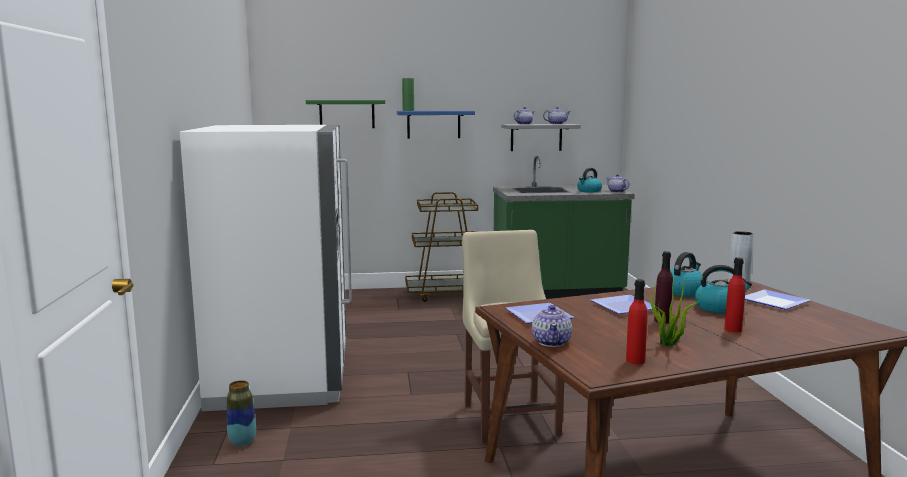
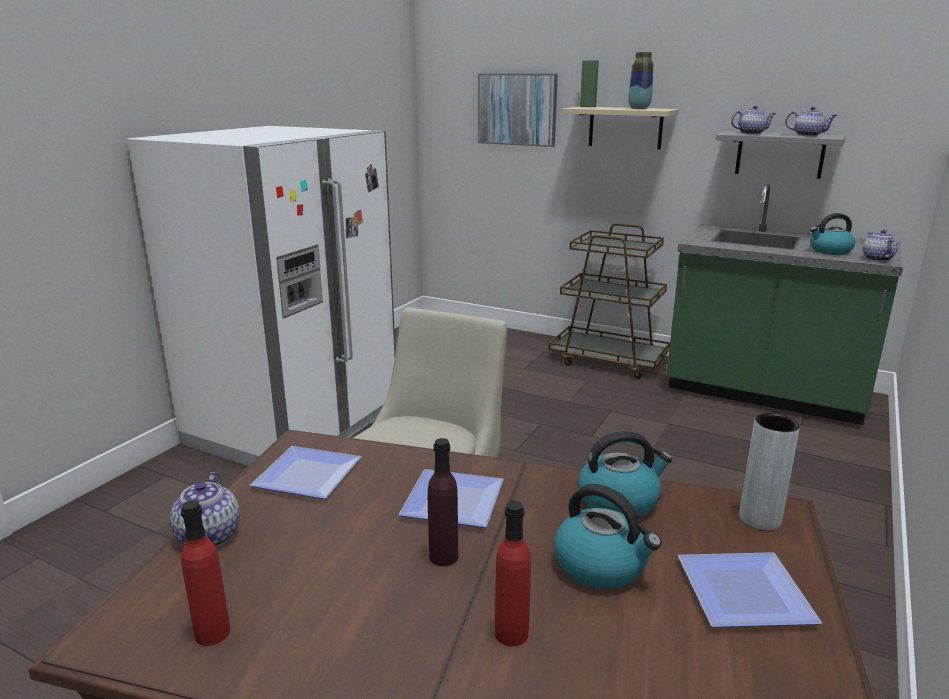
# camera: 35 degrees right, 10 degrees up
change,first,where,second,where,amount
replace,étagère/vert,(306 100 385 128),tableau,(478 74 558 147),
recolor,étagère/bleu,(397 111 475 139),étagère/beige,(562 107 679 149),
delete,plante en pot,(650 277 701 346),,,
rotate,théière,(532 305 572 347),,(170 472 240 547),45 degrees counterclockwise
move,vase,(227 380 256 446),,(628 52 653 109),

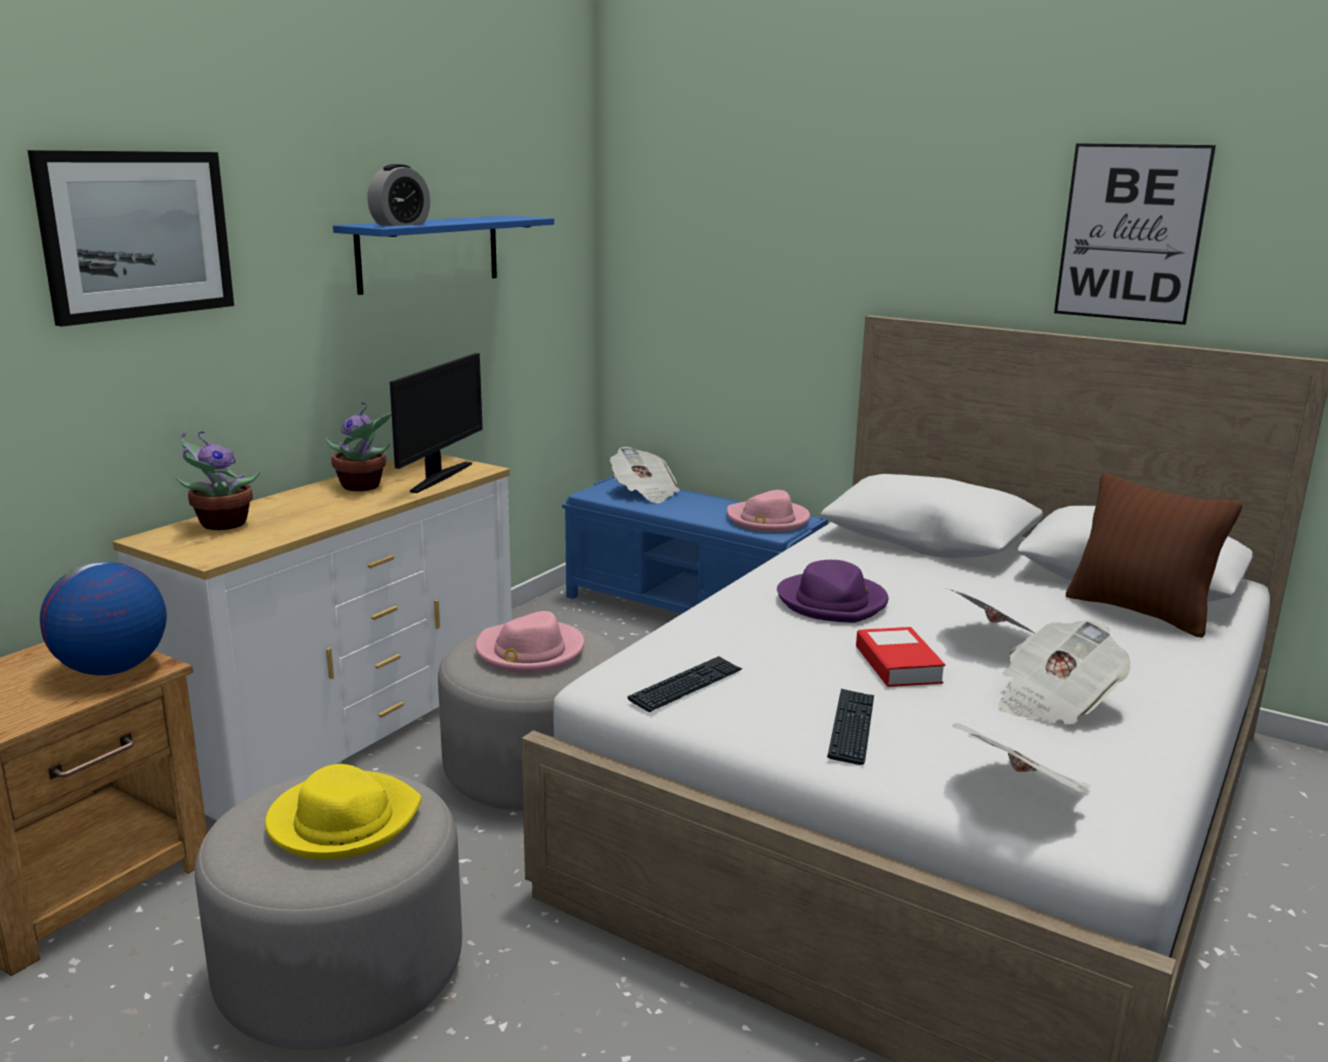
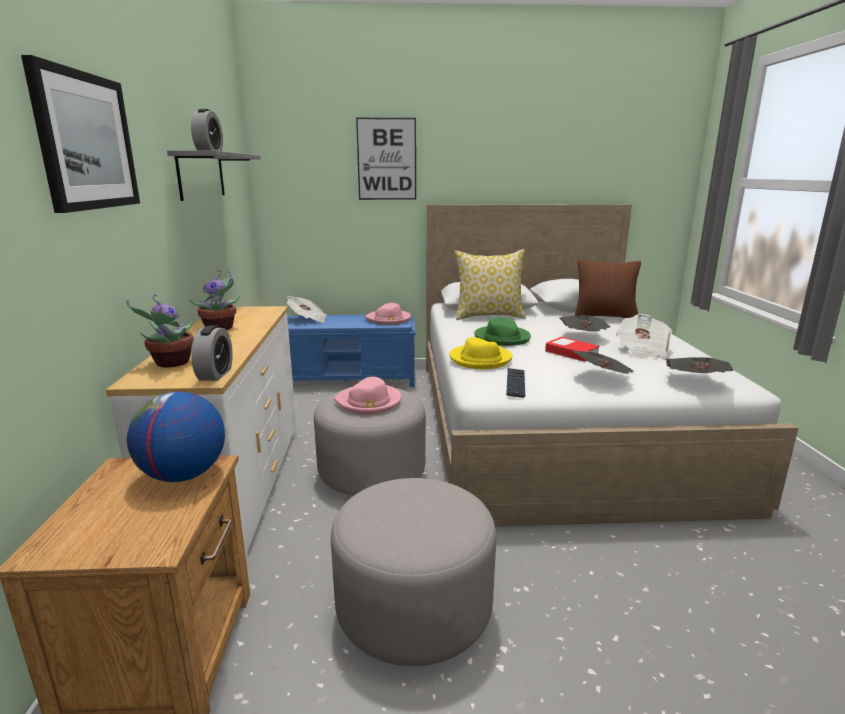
# camera: 35 degrees left, 0 degrees up
change,first,where,second,where,amount
move,tableau,(1054 143 1216 325),,(356 118 416 200),
recolor,étagère/bleu,(333 215 554 295),étagère/gris,(167 150 261 201),
delete,écran d'ordinateur,(390 353 483 493),,,
recolor,chapeau/violet,(777 560 888 623),chapeau/vert,(474 317 531 346),
replace,clavier,(827 689 874 765),journal,(572 351 633 374),
move,chapeau/jaune,(265 764 422 860),,(449 337 512 369),
insert,,,coussin,(454 249 526 320),
insert,,,réveil,(191 325 233 381),

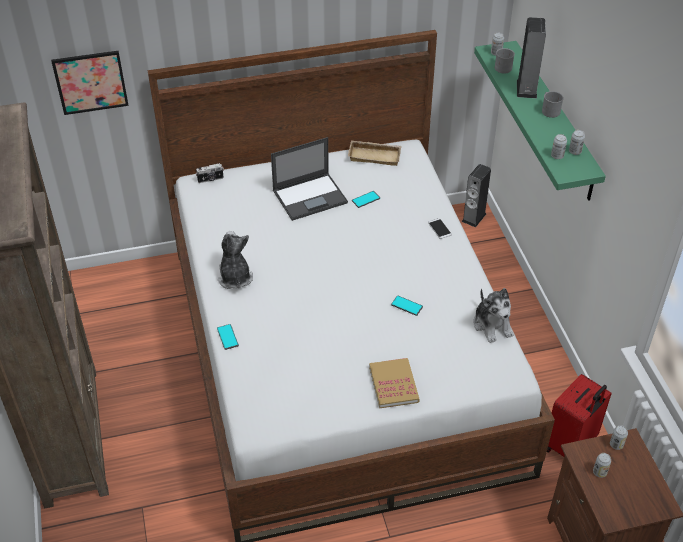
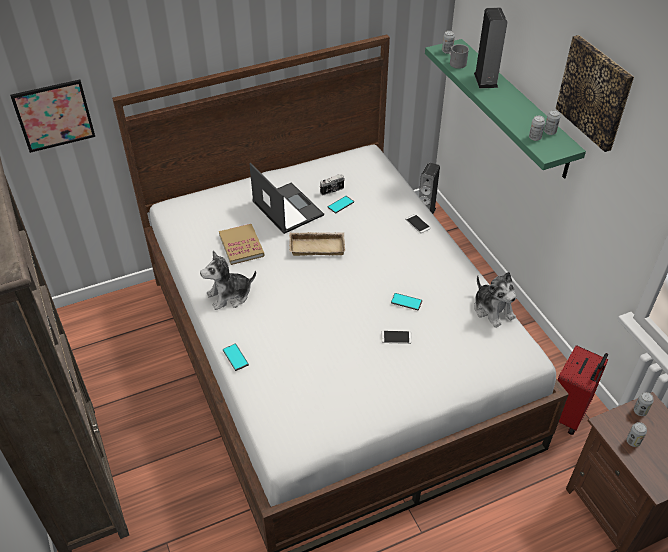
# camera: 10 degrees left, 0 degrees up
change,first,where,second,where,amount
delete,mug/gris,(542 91 564 118),,,
rotate,ordinateur portable,(271 137 348 221),,(249 163 324 234),90 degrees counterclockwise
move,plateau/beige,(348 140 401 166),,(289 232 345 256),
move,appareil photo,(196 163 224 183),,(320 174 344 196),
rotate,peluche,(218 231 253 289),,(200 251 256 310),90 degrees counterclockwise
move,livre,(369 358 420 409),,(219 224 265 265),
insert,,,tableau,(556 35 634 152),
insert,,,téléphone,(381 331 412 344),

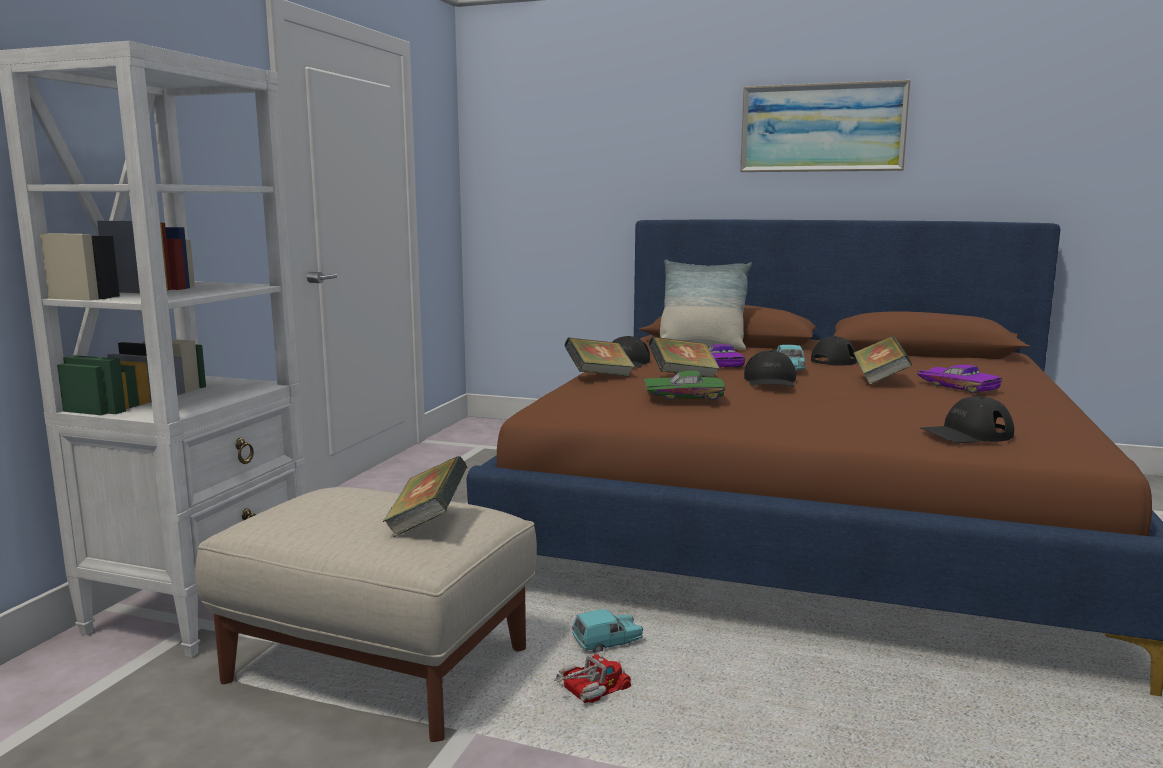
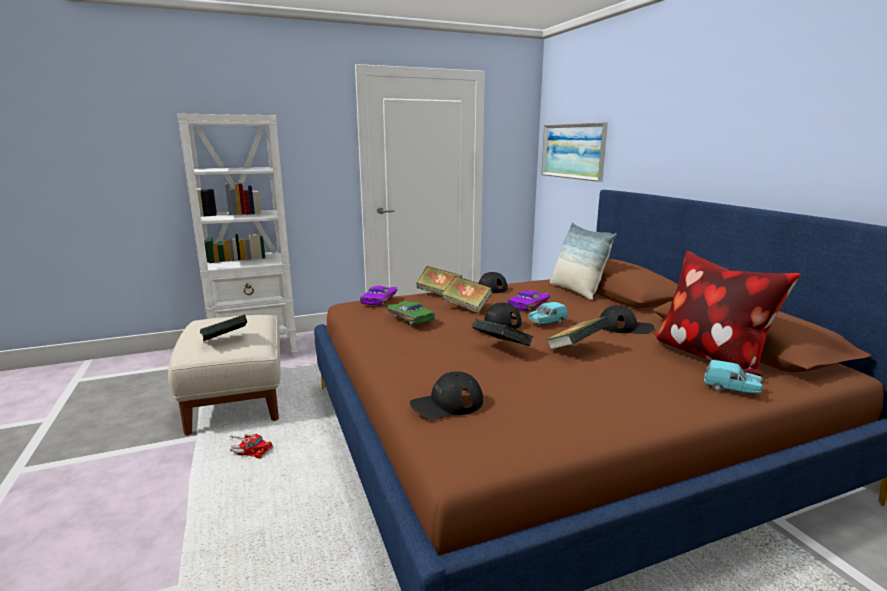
# camera: 50 degrees right, 5 degrees up
change,first,where,second,where,amount
move,tableau,(740 80 911 172),,(541 122 608 182),
move,petite voiture/violet,(916 365 1002 393),,(360 285 398 306),
rotate,casquette/noir,(920 396 1014 443),,(410 371 483 419),60 degrees counterclockwise
move,petite voiture/turquoise,(572 609 643 653),,(704 360 763 394),
insert,,,coussin,(654 251 801 376),
insert,,,livre,(473 319 533 346),

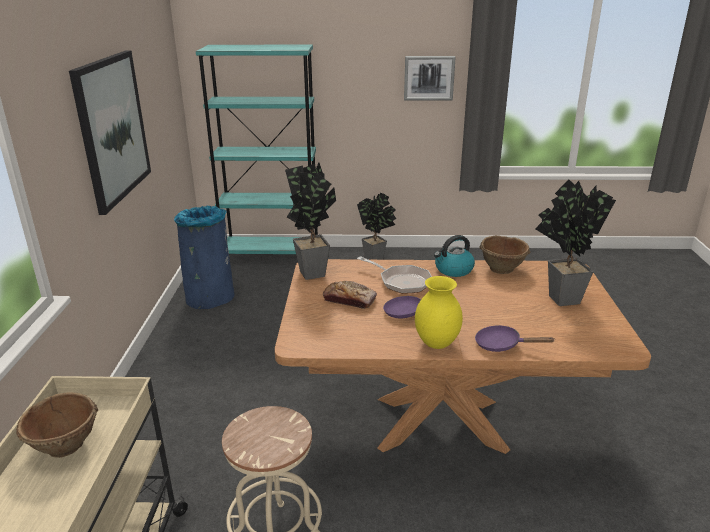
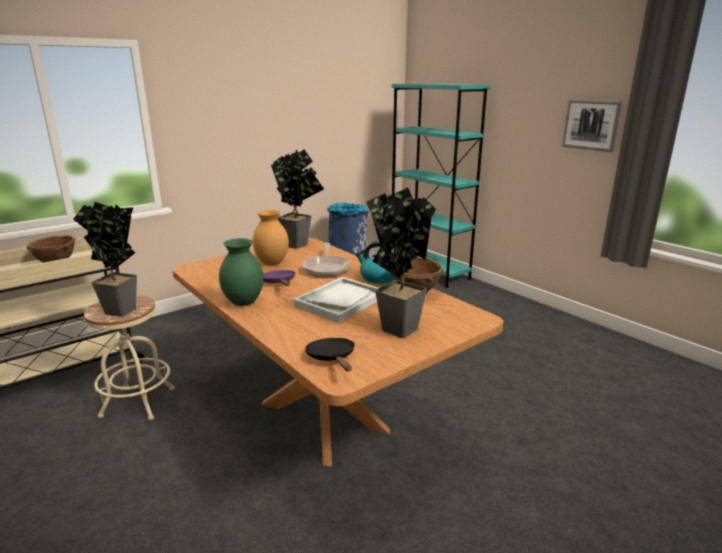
# camera: 50 degrees right, 5 degrees down
change,first,where,second,where,amount
delete,tableau,(69 50 151 215),,,
move,plante en pot,(357 193 396 260),,(73 202 137 317),
recolor,vase/jaune,(415 276 463 349),vase/vert,(219 238 263 306),
replace,pain,(323 281 377 309),vase/marron,(252 210 289 265),
delete,poêle/violet,(475 325 554 352),,,
insert,,,plateau/blanc,(293 277 378 322),
insert,,,poêle/noir,(305 338 355 371),

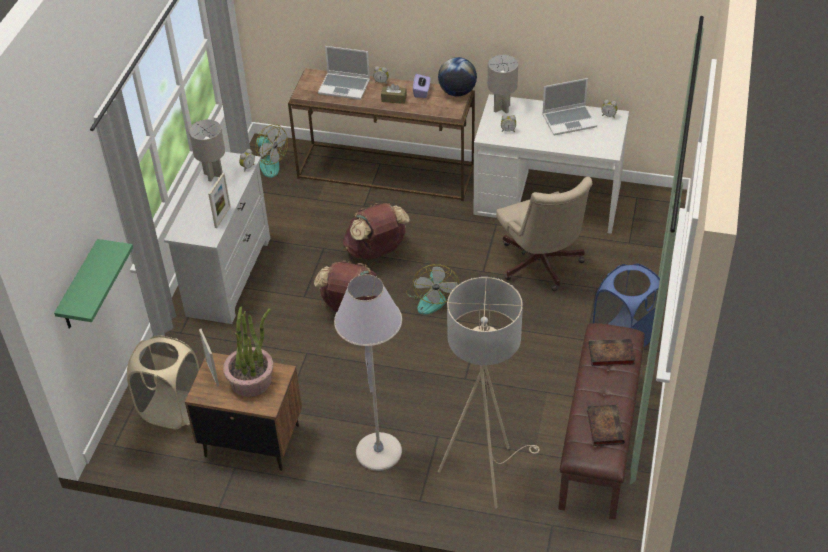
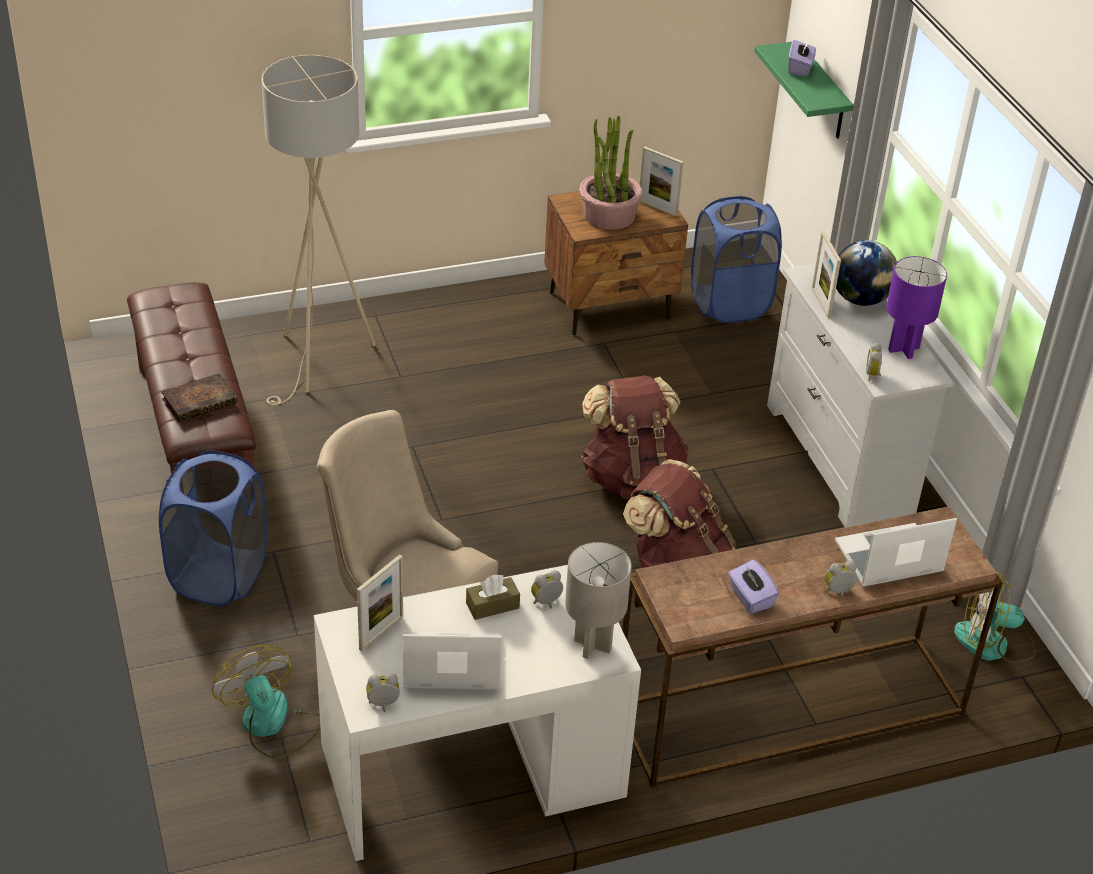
# camera: 145 degrees right, 5 degrees down
change,first,where,second,where,amount
move,globe,(438 57 477 96),,(836 240 897 306),
rotate,ordinateur portable,(542 78 597 135),,(403 632 502 690),45 degrees clockwise
move,boîte à mouchoirs/marron,(381 83 407 104),,(466 574 520 620),
recolor,lampe de table/gris,(189 119 225 182),lampe de table/violet,(886 256 947 359),
move,ventilateur,(406 264 459 315),,(212 645 320 758),
delete,lampadaire/gris,(334 274 402 471),,,
recolor,panier à linge/beige,(127 335 200 429),panier à linge/bleu,(691 196 782 323),
delete,livre,(587 405 624 446),,,
insert,,,boîte à mouchoirs/violet,(788 40 816 76),
insert,,,cadre photo,(357 554 403 651),

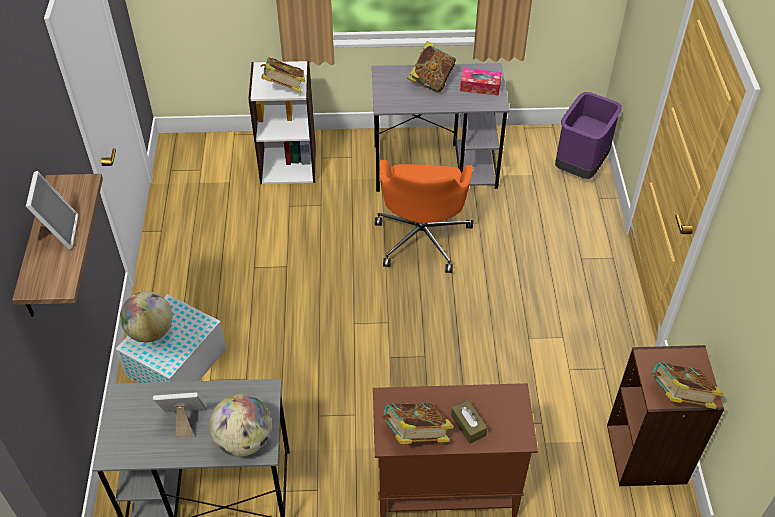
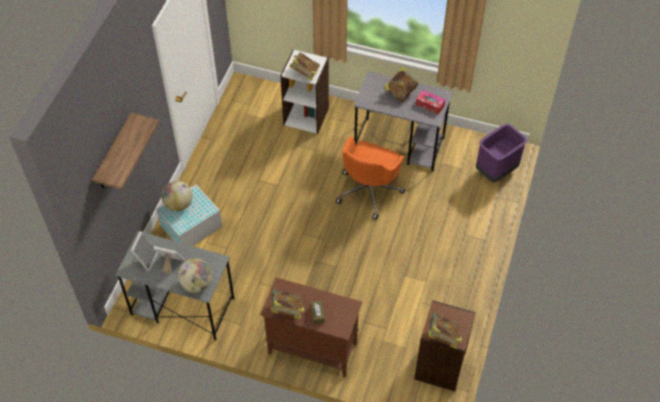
# camera: 20 degrees right, 5 degrees up
change,first,where,second,where,amount
move,cadre photo,(26 171 78 249),,(131 231 158 271),

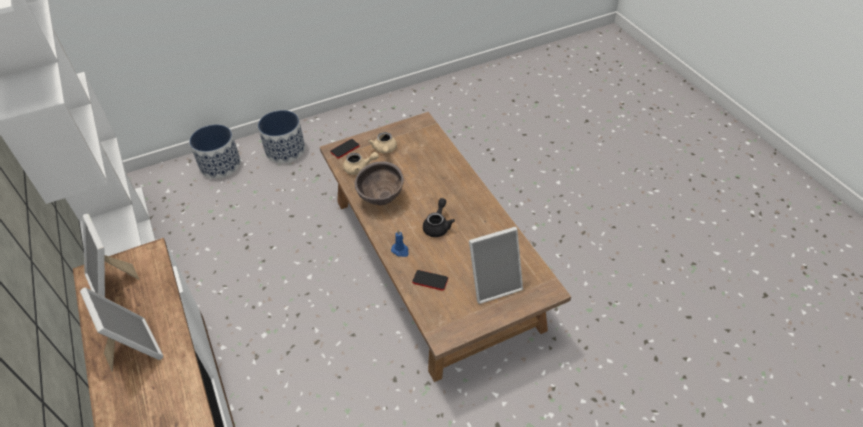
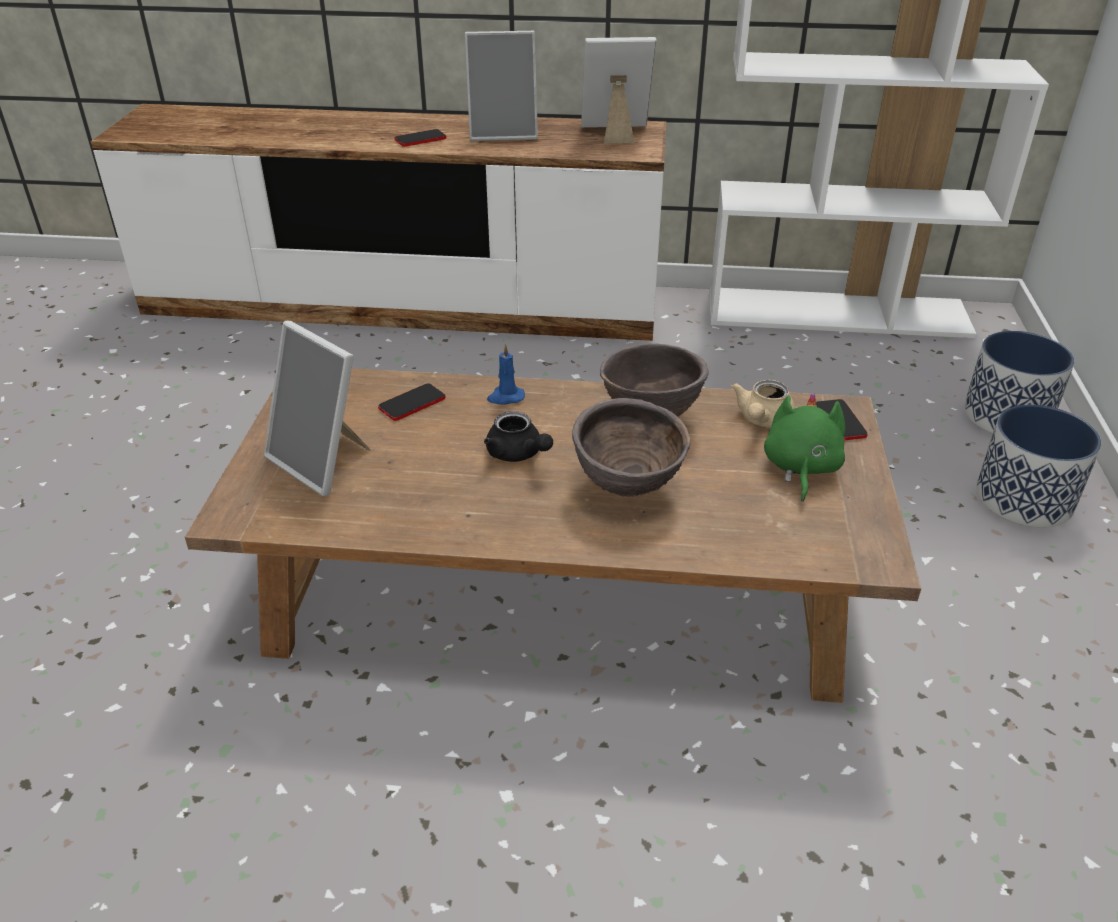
# camera: 120 degrees right, 10 degrees down
change,first,where,second,where,amount
replace,théière/beige,(368 132 397 153),peluche/vert,(764 393 845 502),
rotate,cadre photo,(469 227 523 304),,(264 321 371 496),60 degrees counterclockwise
insert,,,téléphone,(395 129 446 147),
insert,,,bol/marron,(572 398 691 497),

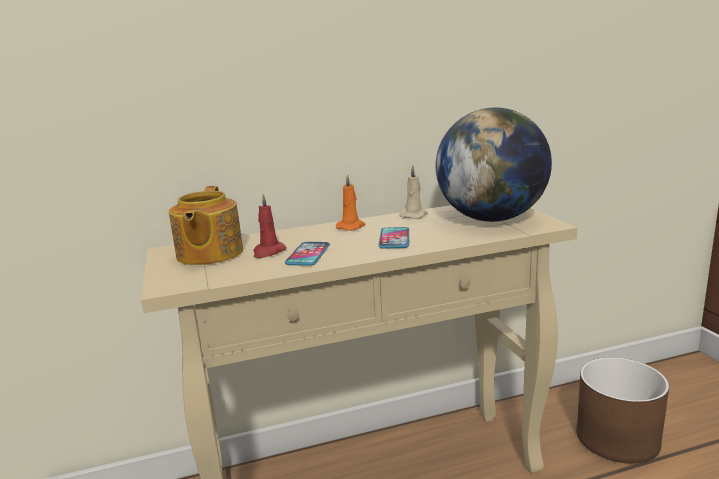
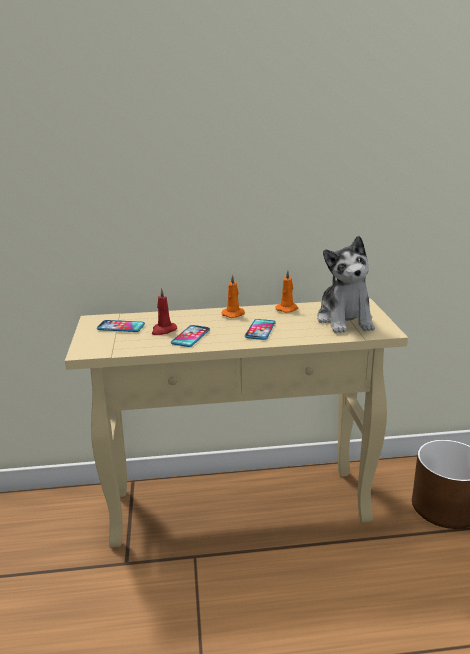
# camera: 10 degrees right, 5 degrees up
change,first,where,second,where,amount
replace,globe,(435 107 552 222),peluche,(317 236 375 333),
recolor,bougie/beige,(400 165 428 219),bougie/orange,(275 270 298 313),
replace,théière,(169 186 243 265),téléphone,(97 320 145 332),

